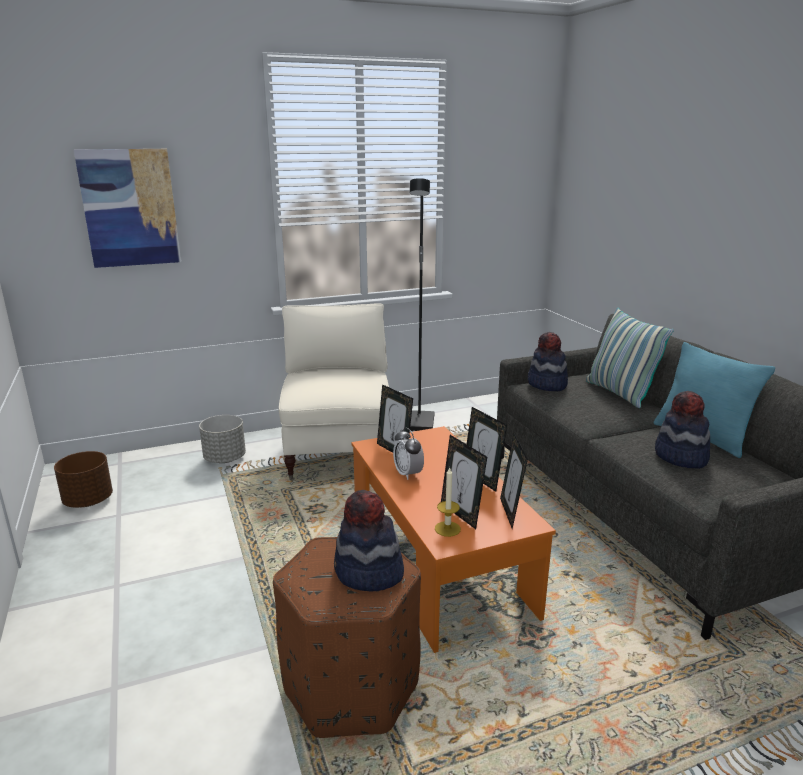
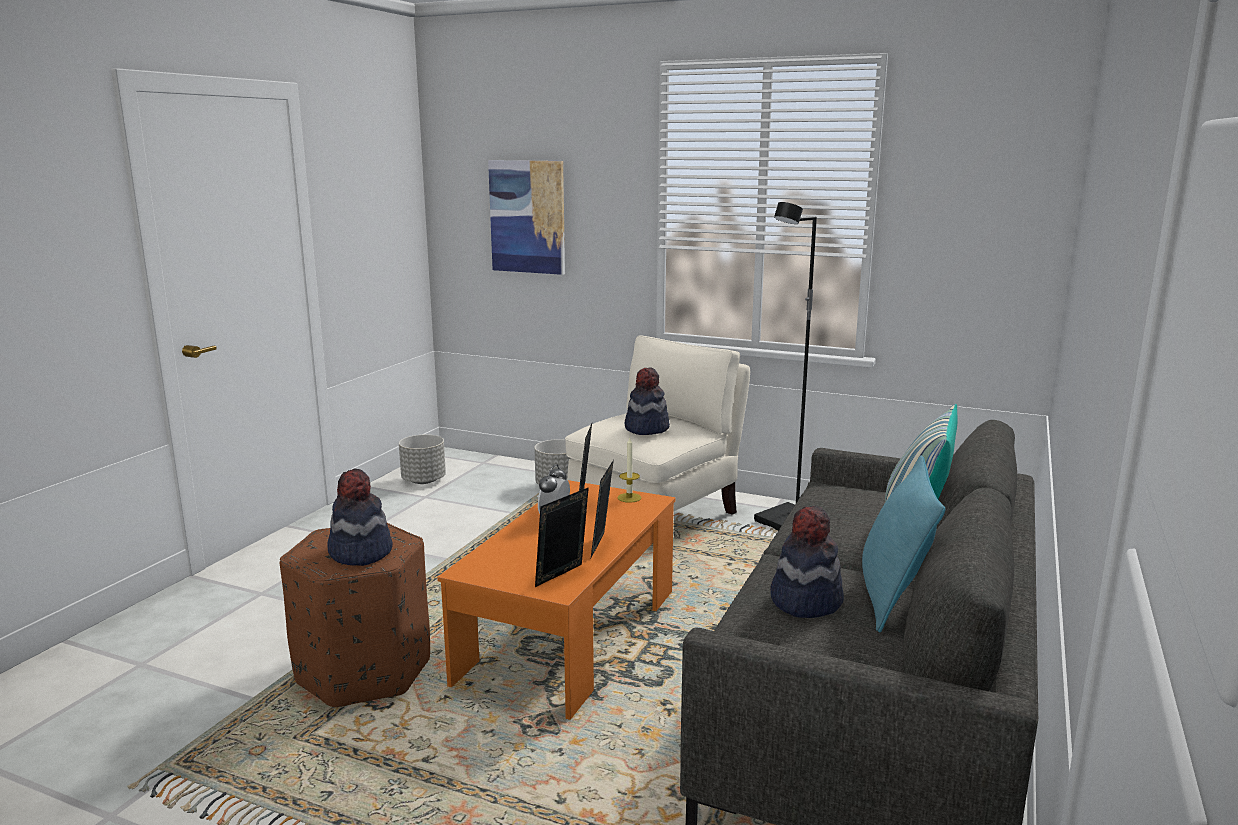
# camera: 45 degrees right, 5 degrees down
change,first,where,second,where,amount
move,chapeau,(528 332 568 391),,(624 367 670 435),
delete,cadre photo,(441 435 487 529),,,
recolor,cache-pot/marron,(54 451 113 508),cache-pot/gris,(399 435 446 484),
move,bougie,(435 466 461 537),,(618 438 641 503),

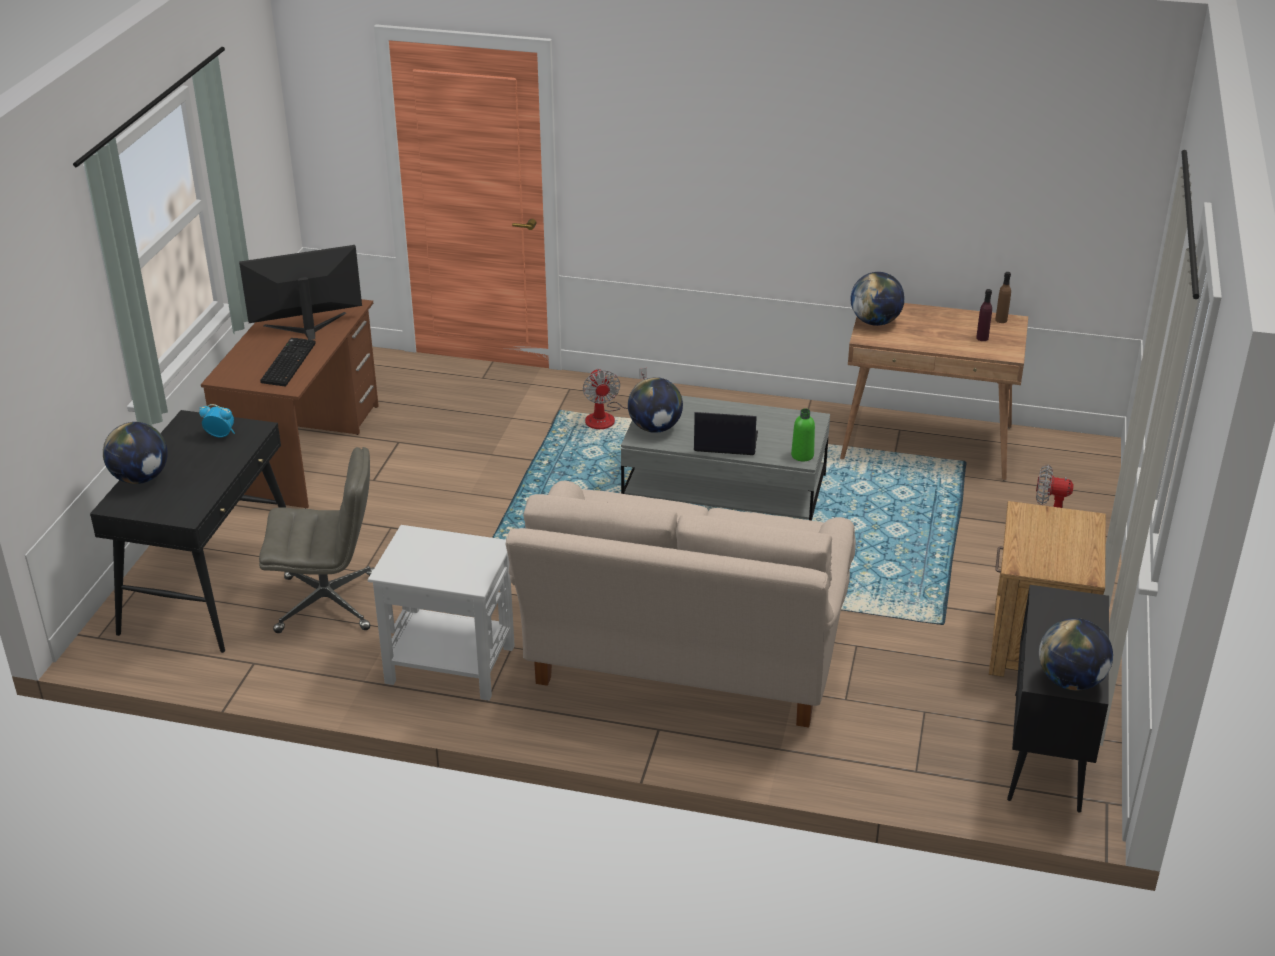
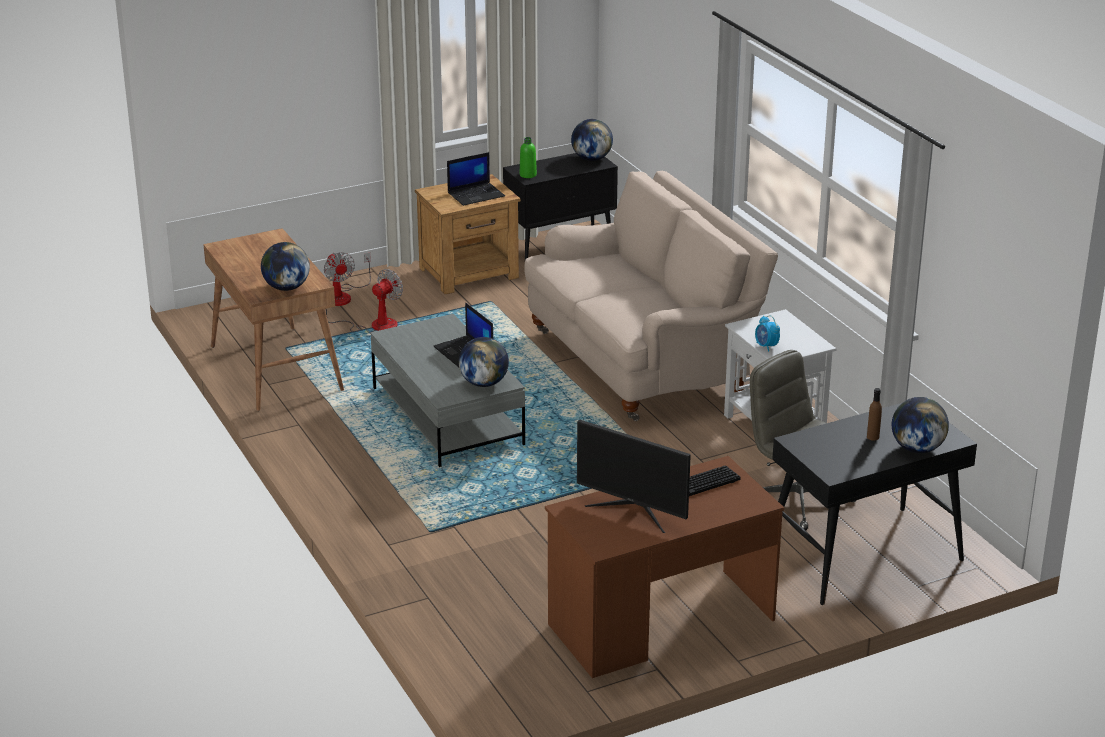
# camera: 130 degrees left, 5 degrees down
change,first,where,second,where,amount
move,bouteille/marron,(995 272 1011 323),,(867 388 882 441),
delete,bouteille/violet,(976 289 992 341),,,
move,ventilateur,(583 368 647 429),,(326 269 403 333),
move,réveil,(199 404 235 437),,(755 315 780 352),
move,bouteille/vert,(791 409 815 461),,(520 137 537 178),
insert,,,ordinateur portable,(447 152 505 206),

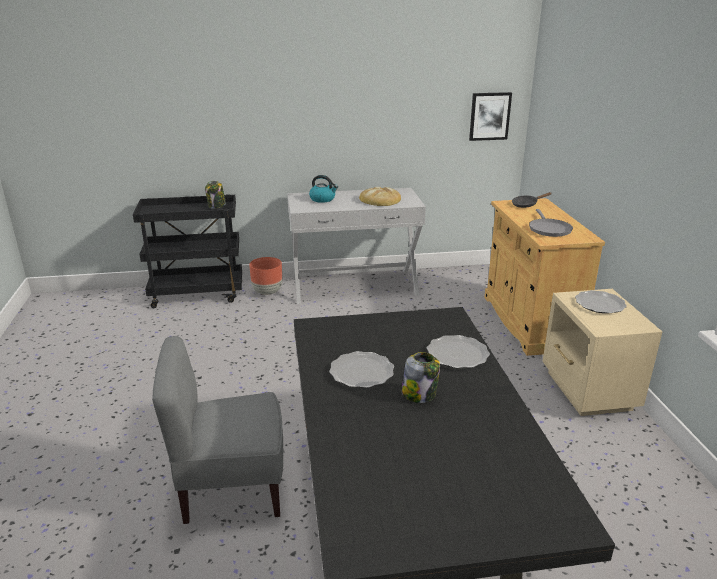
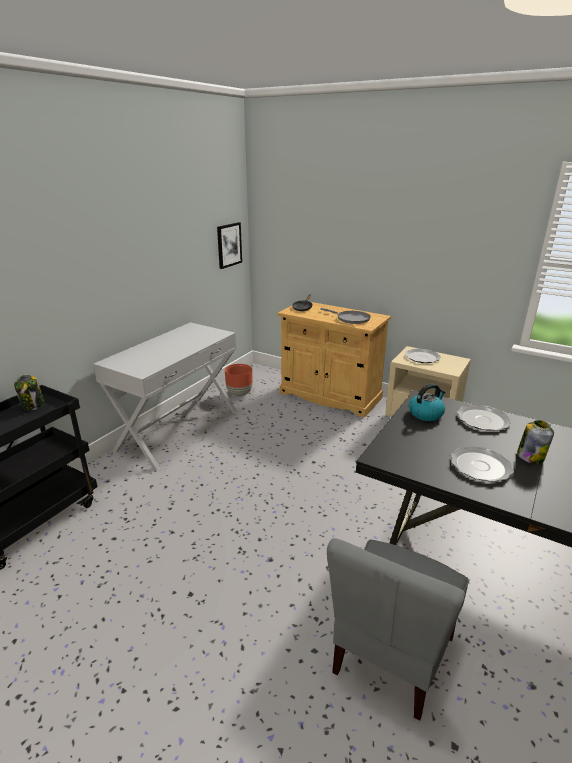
# camera: 50 degrees left, 0 degrees up
change,first,where,second,where,amount
move,bouilloire,(309 175 338 203),,(409 383 446 421),
delete,pain,(359 187 401 206),,,
move,cache-pot/marron,(249 257 282 295),,(225 364 253 396),

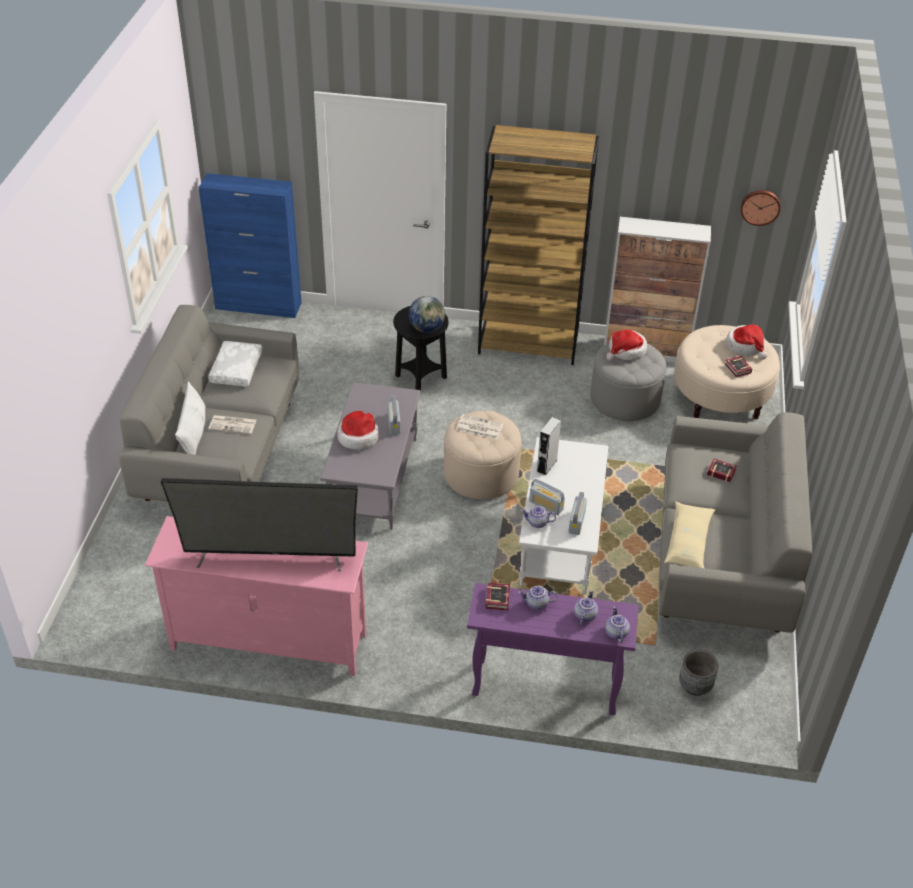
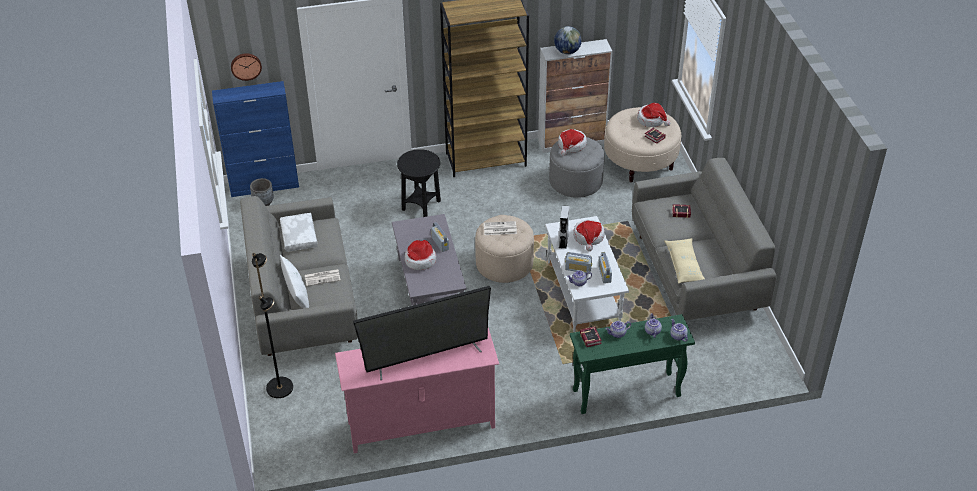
# camera: 20 degrees left, 0 degrees up
change,first,where,second,where,amount
move,horloge murale,(741 190 780 226),,(231 53 262 81),
move,globe,(409 296 445 333),,(554 26 582 54),
recolor,table console/violet,(467 583 639 715),table console/vert,(570 314 695 414),
move,cache-pot/gris,(679 650 718 696),,(250 178 274 206),
insert,,,chapeau,(573 219 605 251),
insert,,,lampadaire/noir,(252 253 293 398),

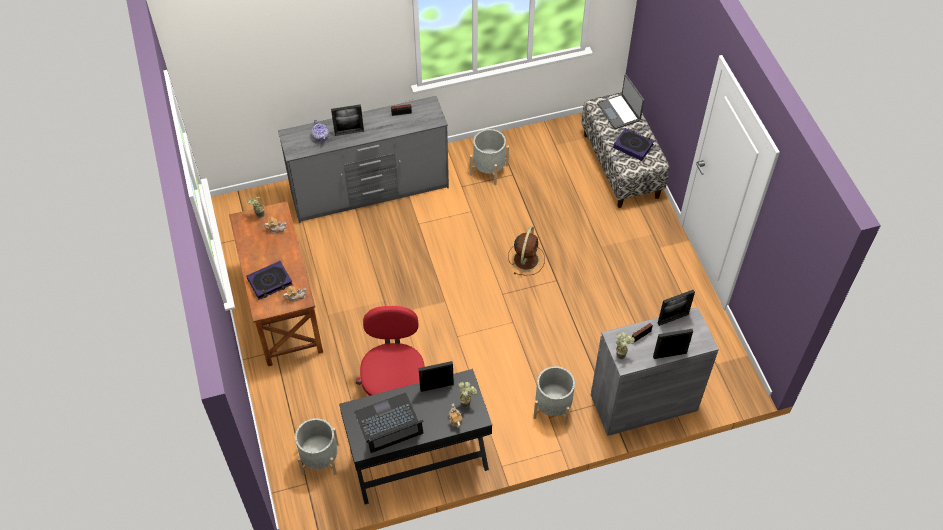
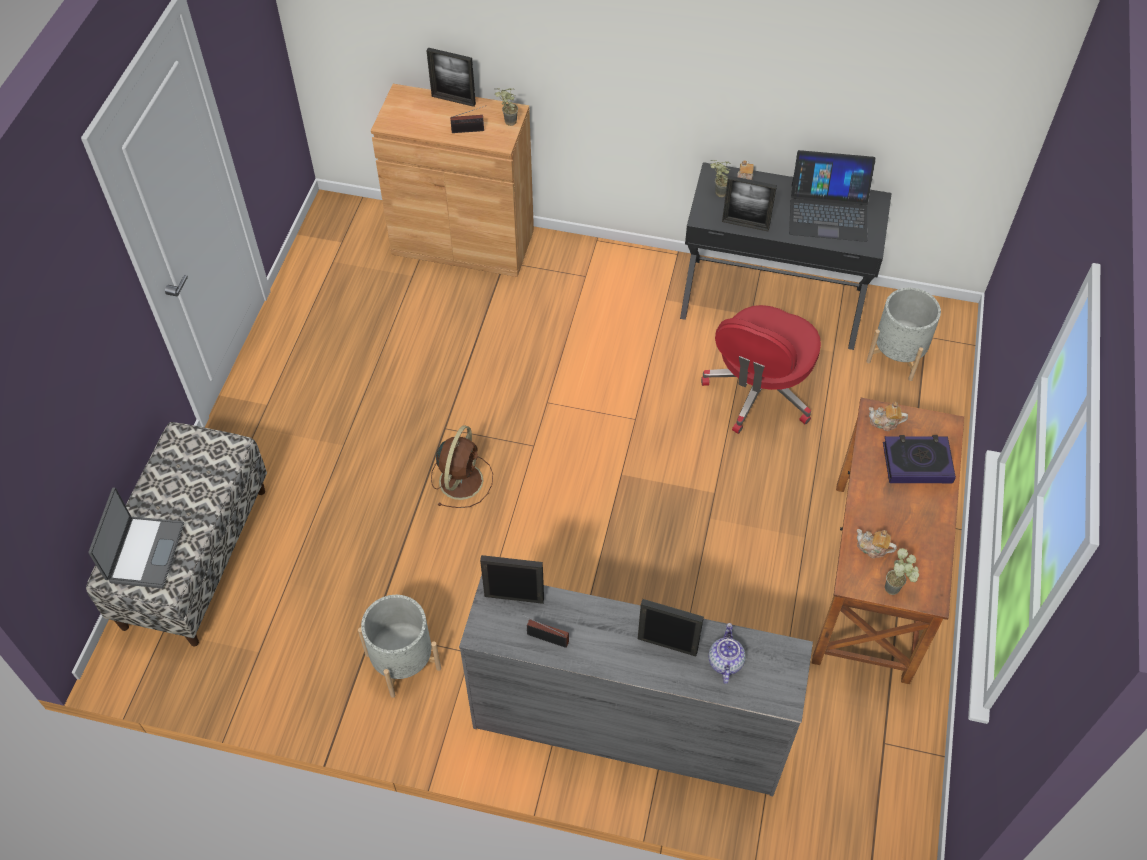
# camera: 150 degrees left, 0 degrees up
change,first,where,second,where,amount
delete,livre,(613 128 654 161),,,
rotate,ventilateur/marron,(508 226 545 275),,(431 425 493 508),150 degrees clockwise
move,cadre photo,(658 290 695 326),,(480 555 544 604),
recolor,meuble de rangement/gris,(591 307 719 436),meuble de rangement/marron,(371 84 534 277),
delete,cache-pot/gris,(533 366 575 425),,,

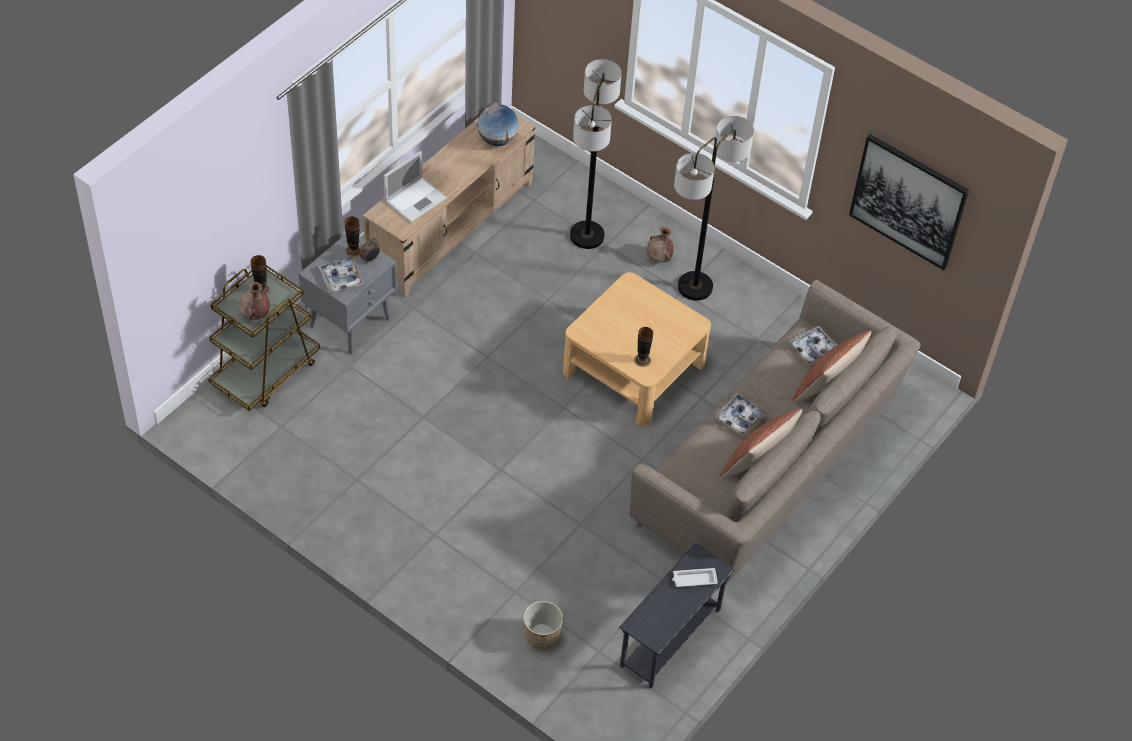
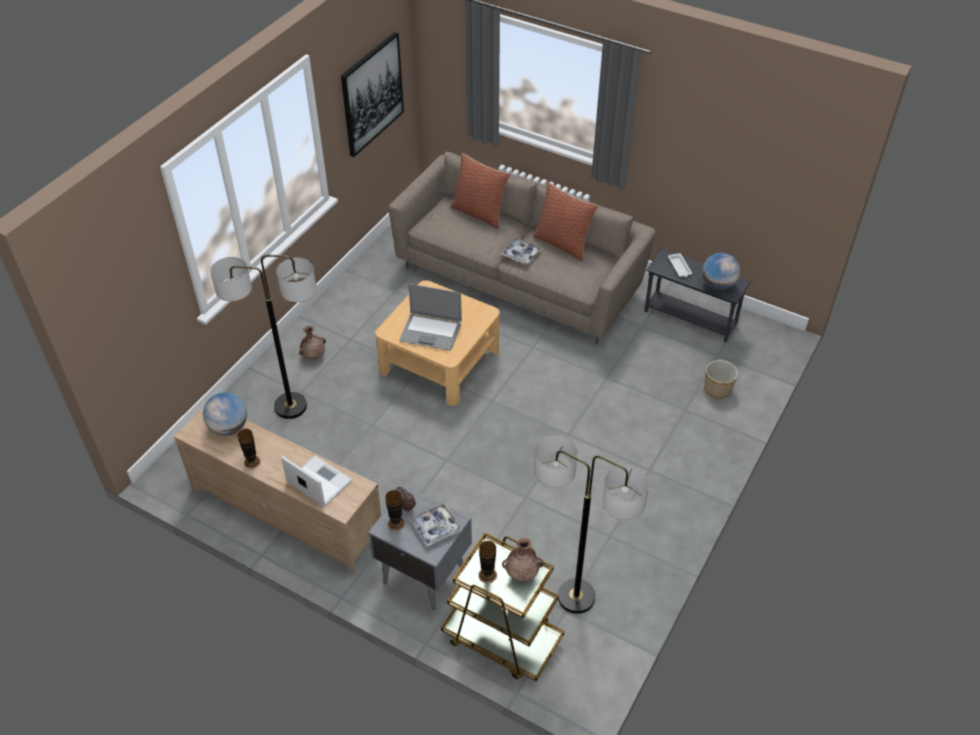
# camera: 95 degrees left, 5 degrees down
change,first,where,second,where,amount
move,lampadaire,(674 116 754 301),,(534 435 649 614),
delete,plateau,(789 326 836 365),,,
move,vase,(634 327 653 367),,(237 429 261 469),
insert,,,globe,(702 253 740 290),
insert,,,ordinateur portable,(399 284 462 351),

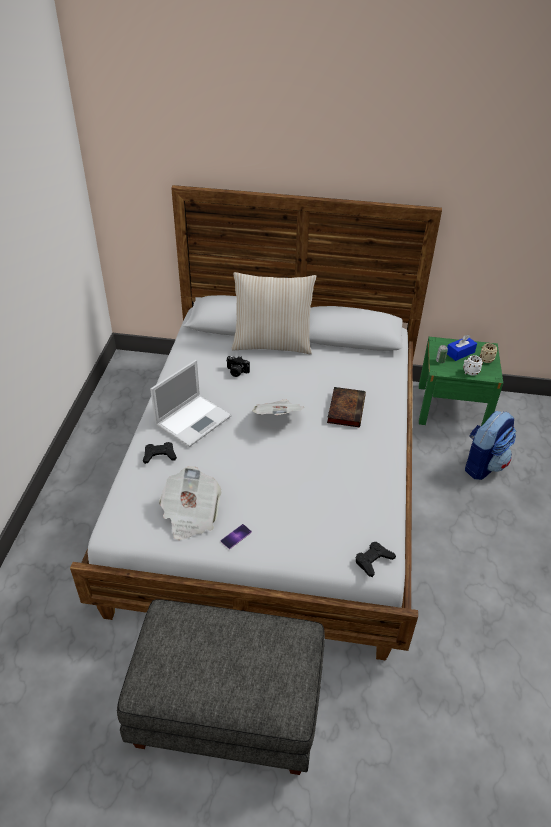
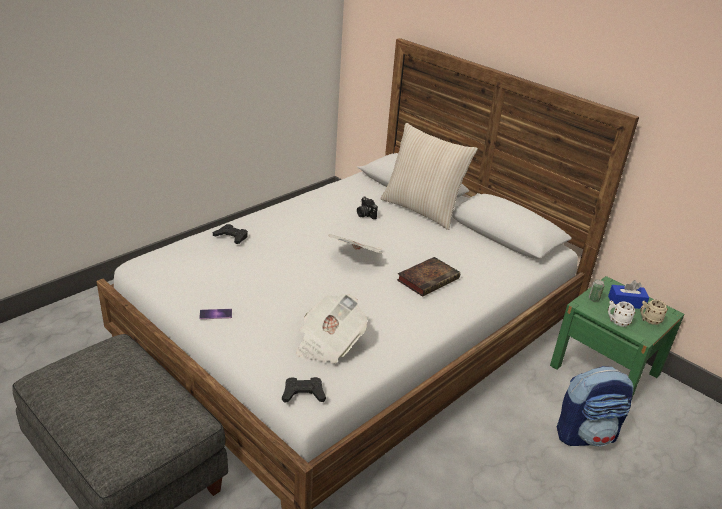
# camera: 35 degrees right, 10 degrees down
change,first,where,second,where,amount
delete,ordinateur portable,(150 360 232 447),,,
move,journal,(159 466 221 540),,(296 294 367 364),

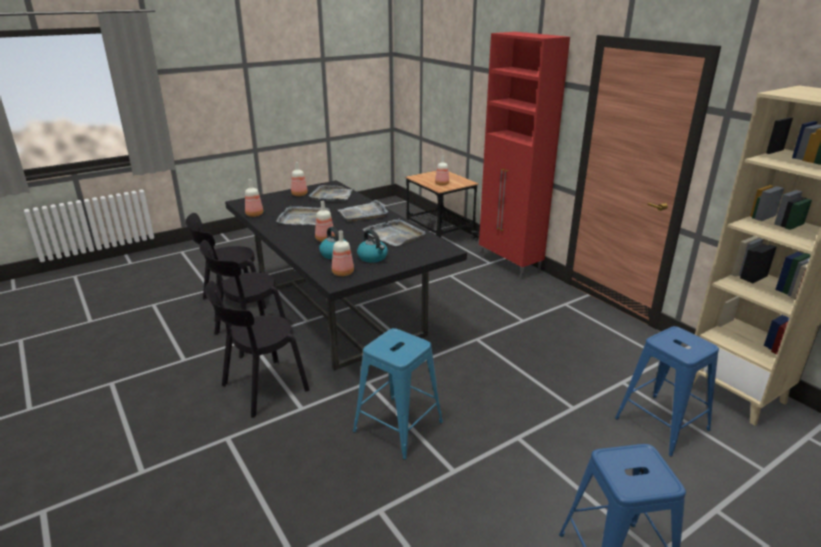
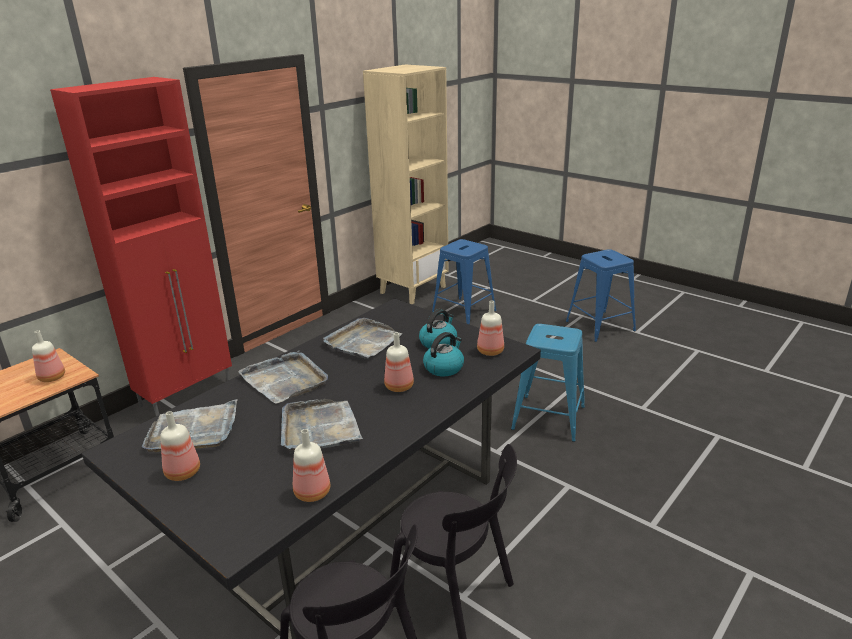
# camera: 105 degrees left, 0 degrees up
change,first,where,second,where,amount
delete,chaise/noir,(205 281 310 418),,,

